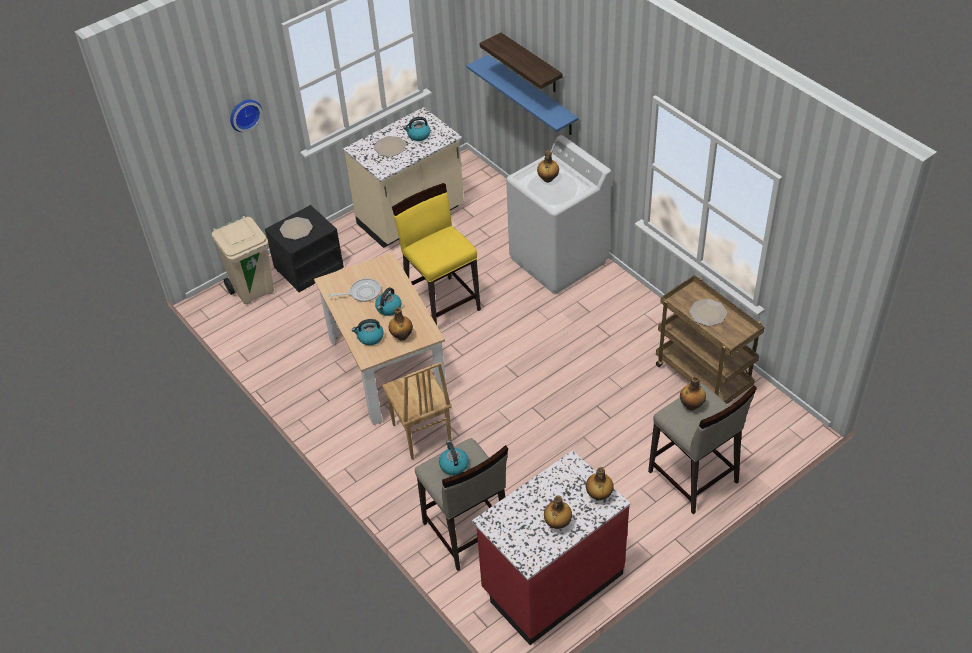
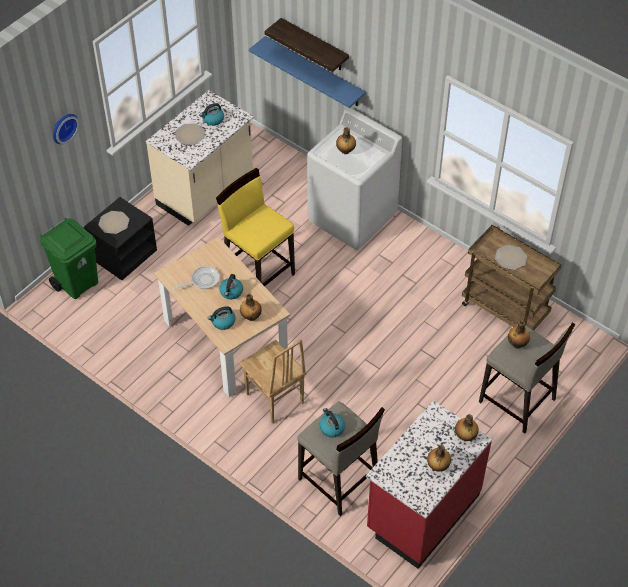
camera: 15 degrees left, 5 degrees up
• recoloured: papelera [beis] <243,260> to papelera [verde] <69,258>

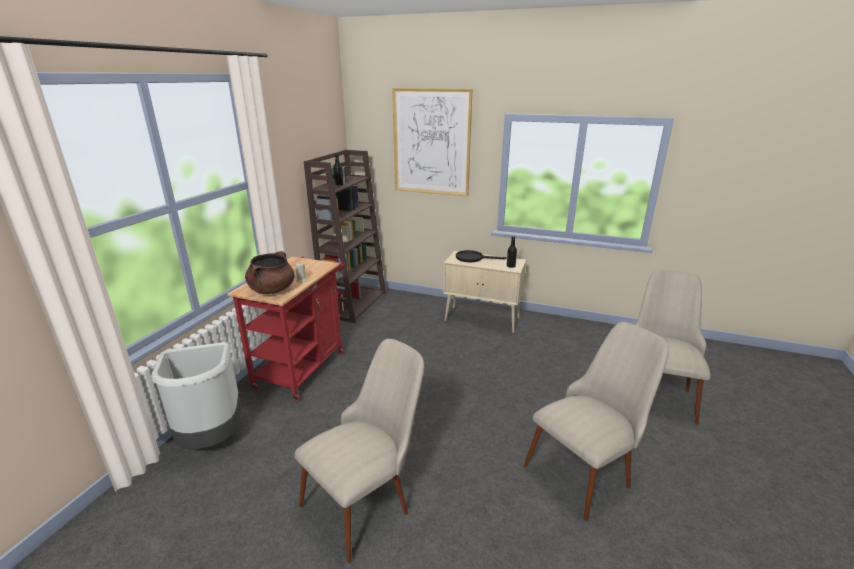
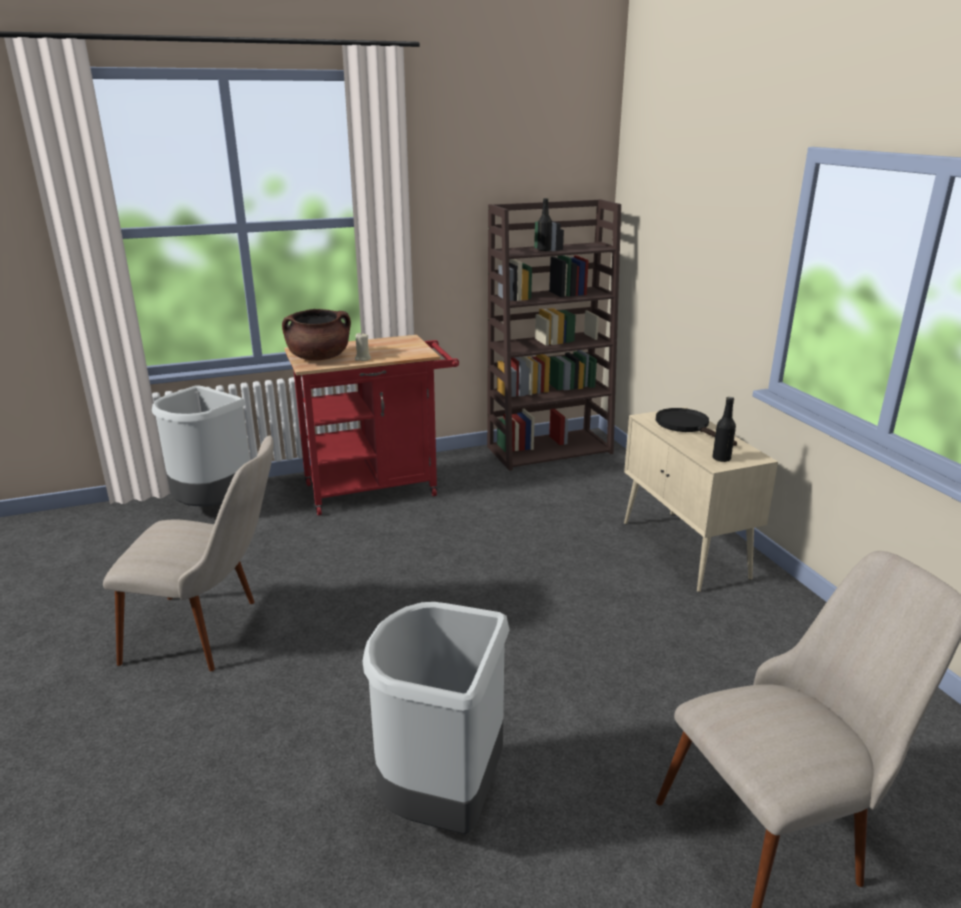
camera: 50 degrees right, 0 degrees up
• removed: cuadro <432,142>
• replaced: silla [beis] <596,421> to papelera [gris] <436,718>

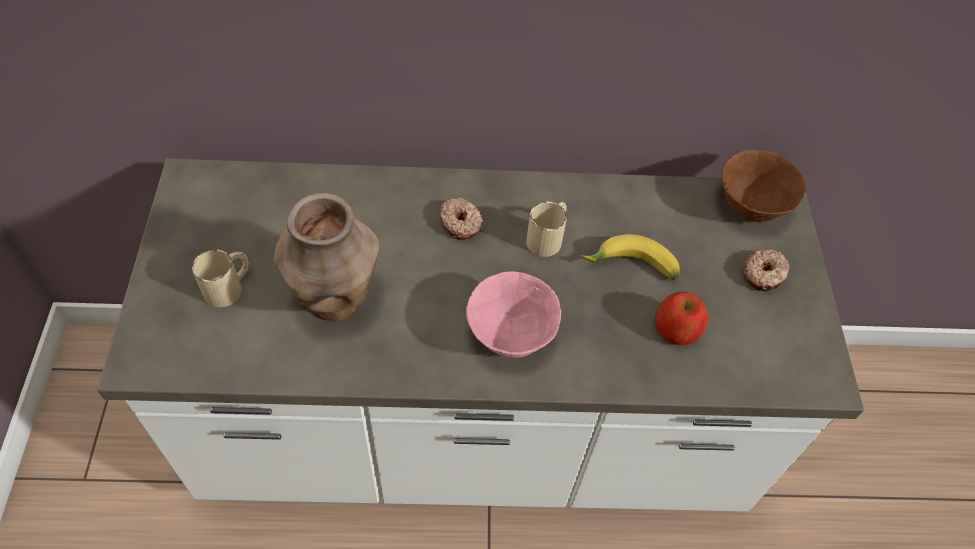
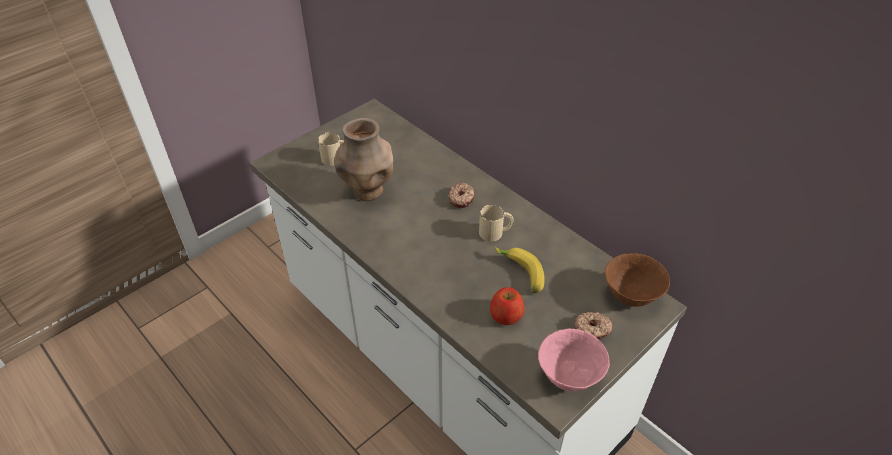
camera: 50 degrees right, 10 degrees down
• moved: cuenco [rosa] <513,314> to <574,359>

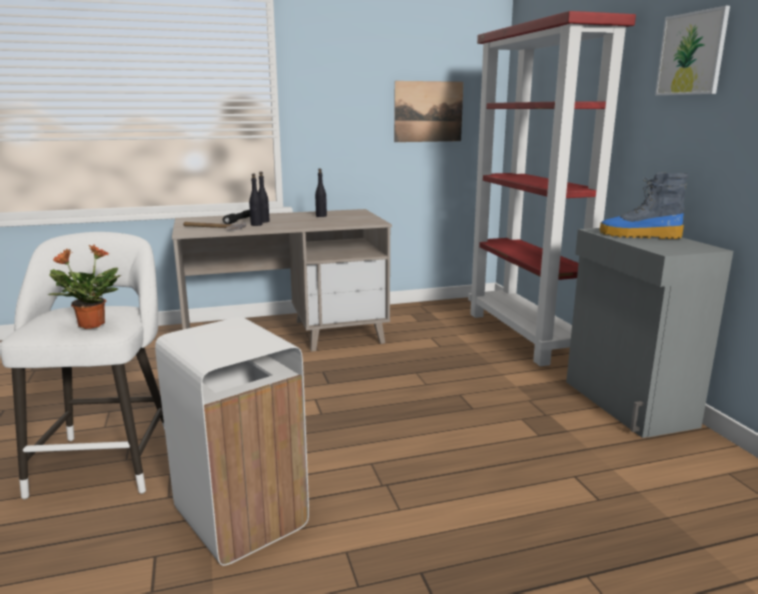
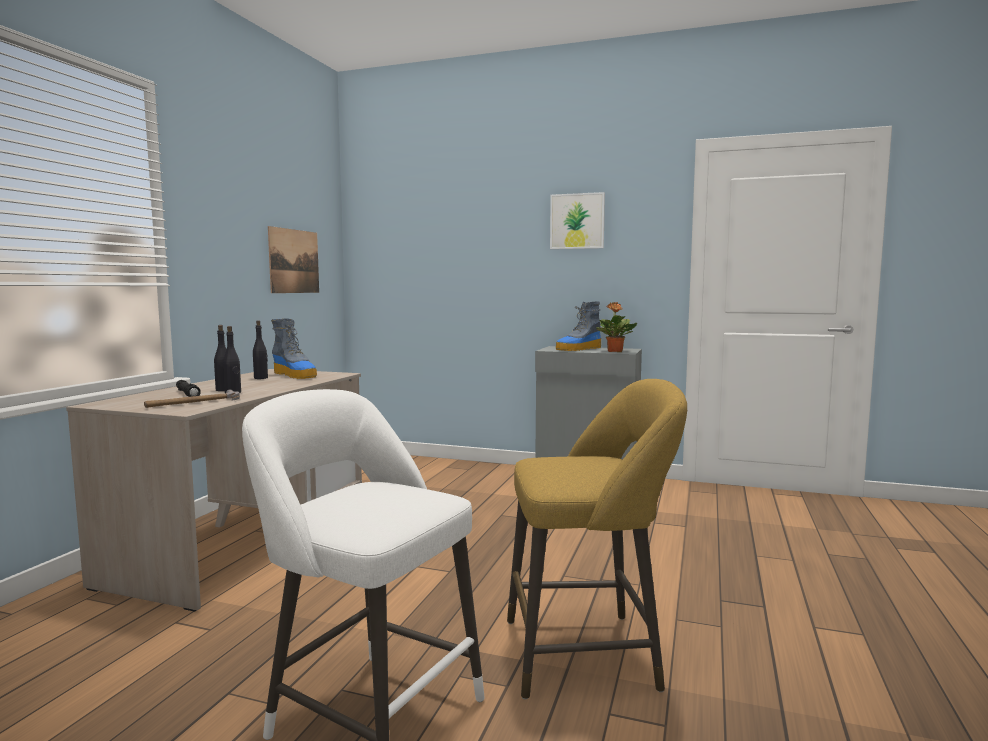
camera: 55 degrees left, 10 degrees down
• moved: planta en maceta <84,287> to <616,327>
• replaced: papelera [blanco] <232,441> to taburete [amarillo] <597,539>
• removed: estantería [rojo] <552,188>
• added: bota <294,348>

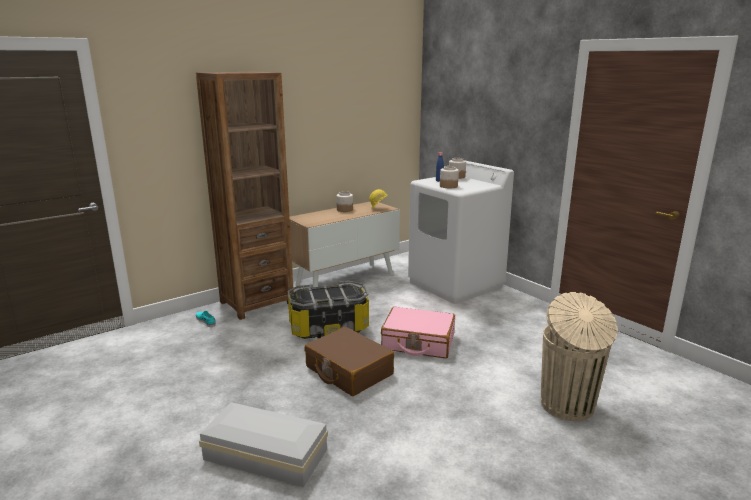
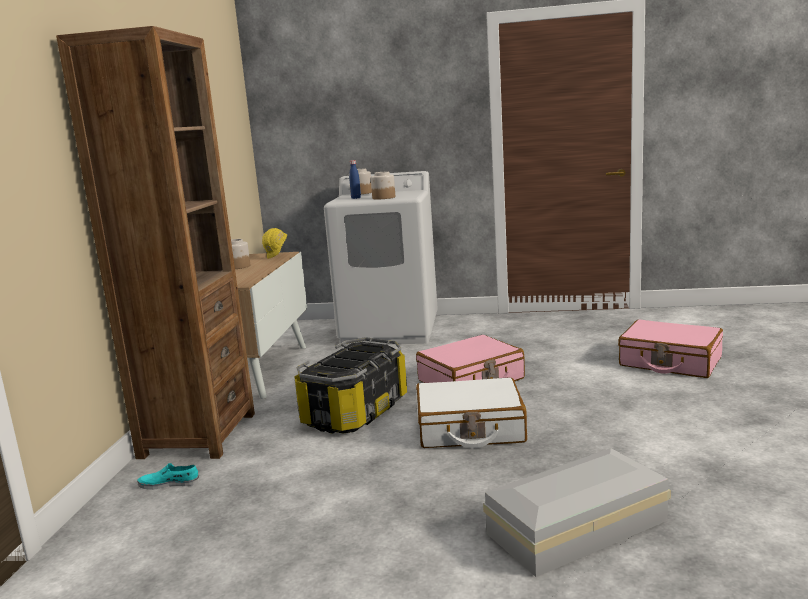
camera: 45 degrees left, 5 degrees down
• recoloured: maleta [marrón] <349,361> to maleta [blanco] <471,412>
• replaced: papelera [beis] <579,356> to maleta [rosa] <670,348>

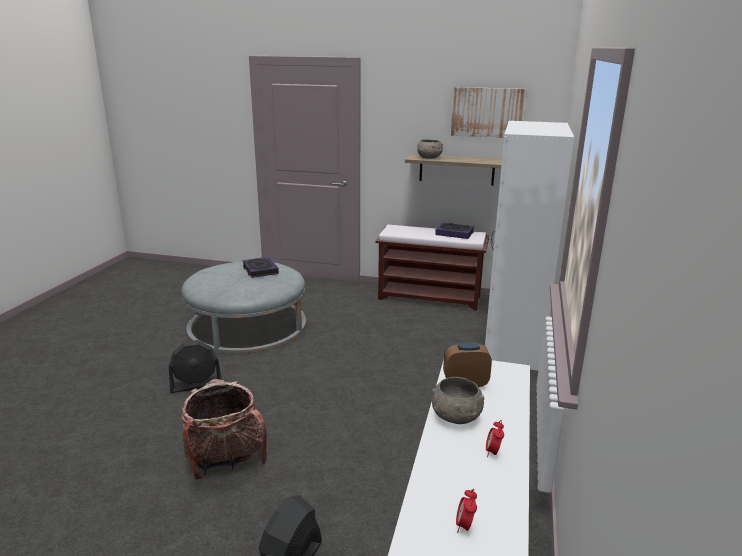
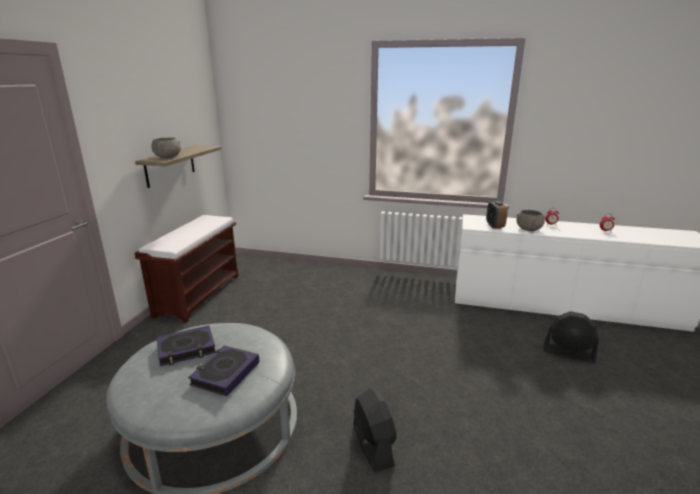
camera: 90 degrees left, 0 degrees up
• removed: mochila <224,429>
• moved: libro <454,231> to <223,370>
• removed: cuadro <489,112>
• removed: armario ropero [blanco] <529,246>

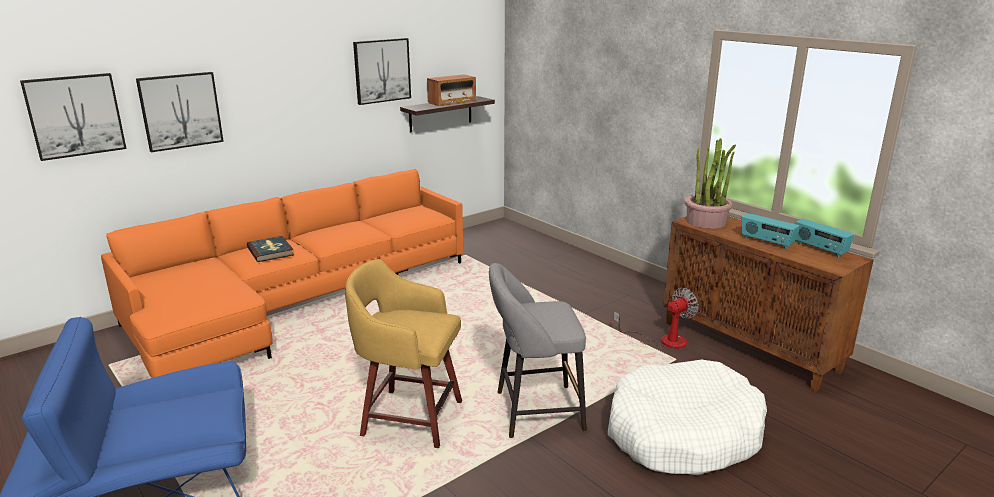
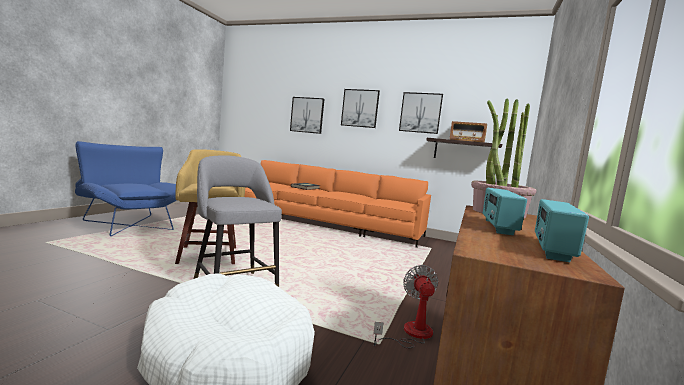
camera: 60 degrees right, 15 degrees down
• moved: cuadro <73,117> to <360,108>
• turned: ventilador <656,318> = <405,307> 120 degrees counterclockwise

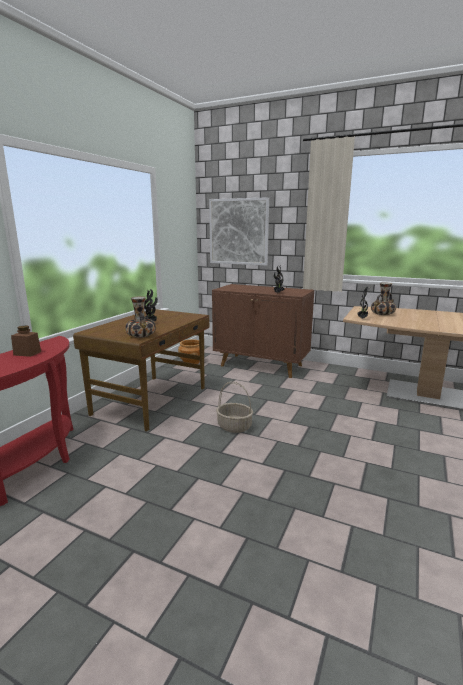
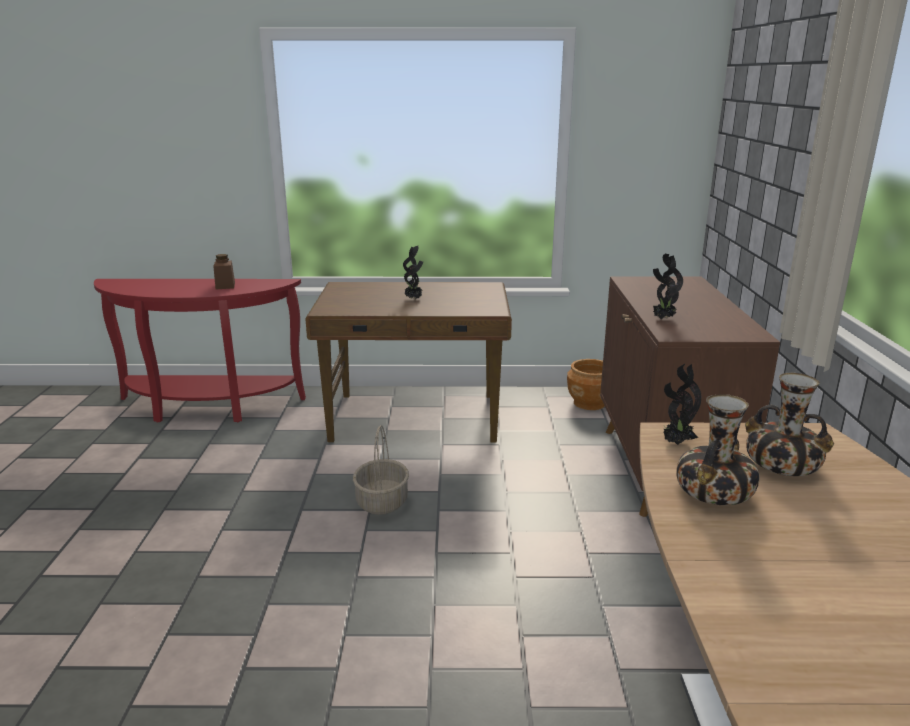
camera: 65 degrees right, 5 degrees up
• moved: florero <140,317> to <718,449>
• removed: cuadro <239,231>

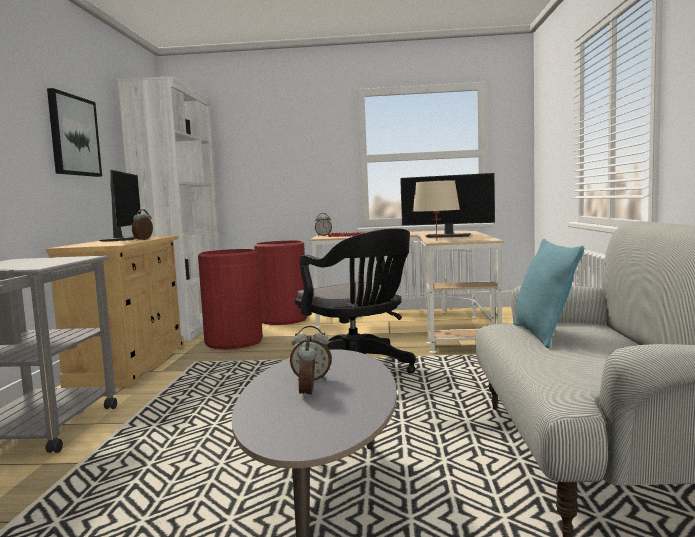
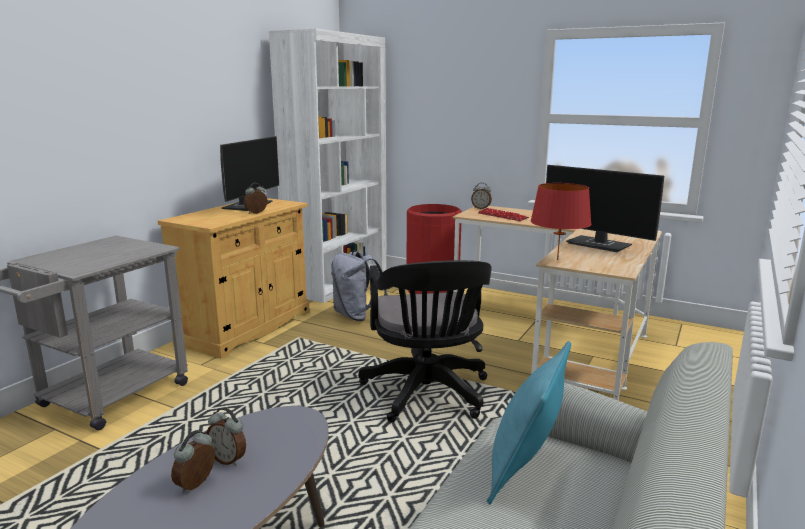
camera: 25 degrees right, 10 degrees up
• removed: cuadro <74,132>
• replaced: papelera [rojo] <230,299> to mochila [gris] <359,286>
• recoloured: lámpara de mesa [beis] <436,210> to lámpara de mesa [rojo] <561,221>

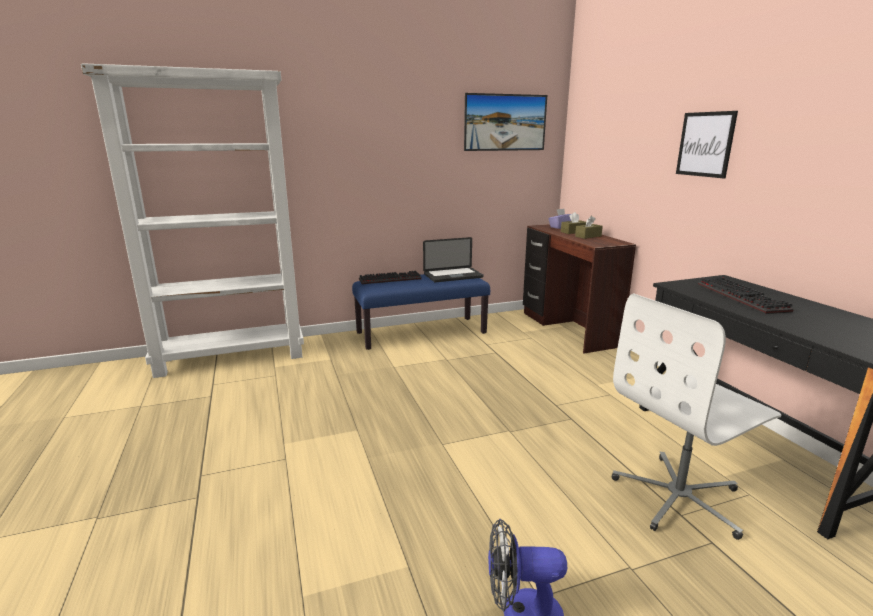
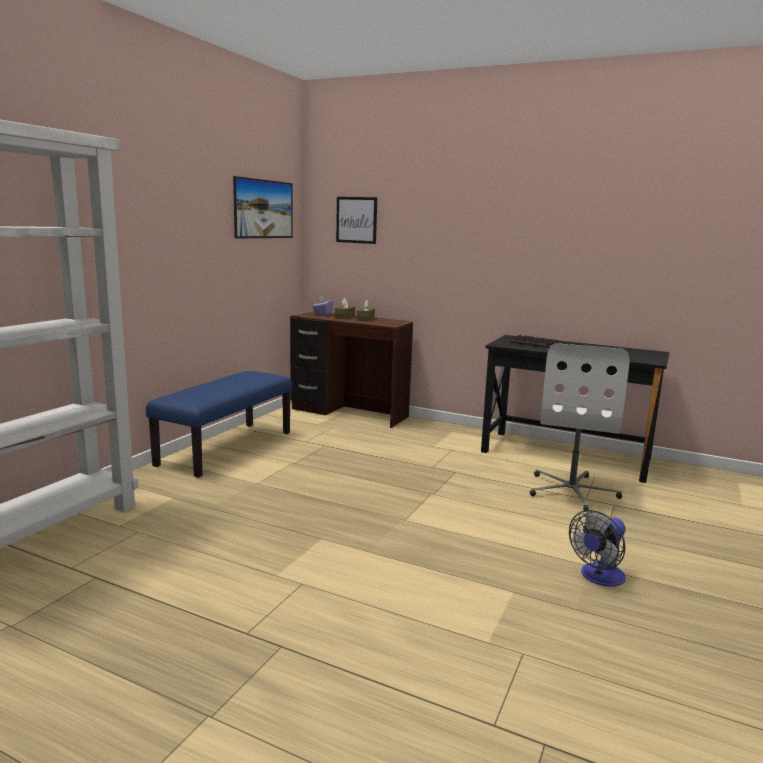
camera: 45 degrees left, 5 degrees down
• removed: teclado <390,277>
• removed: portátil <453,259>
• moved: cuadro <707,144> to <356,220>

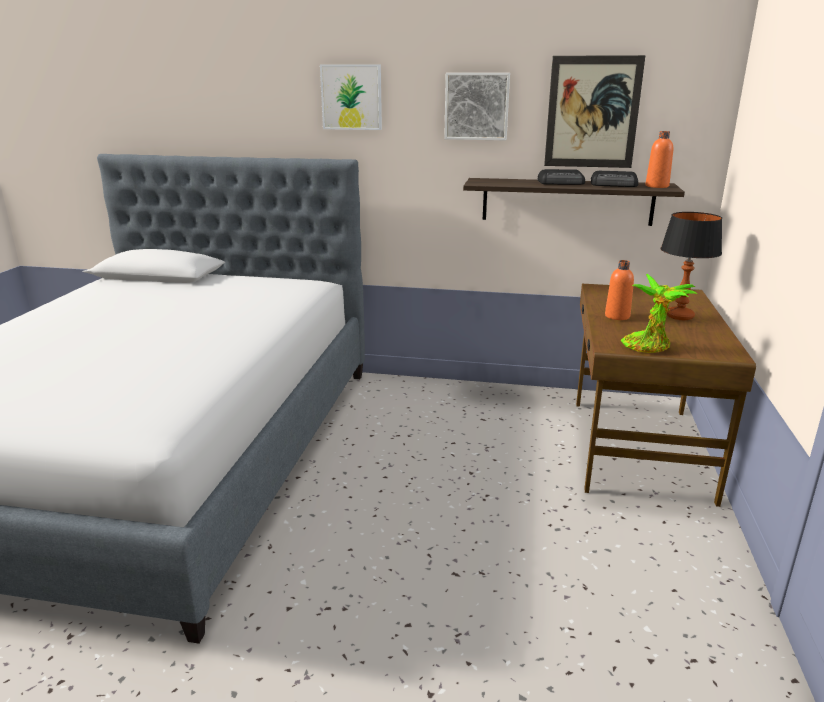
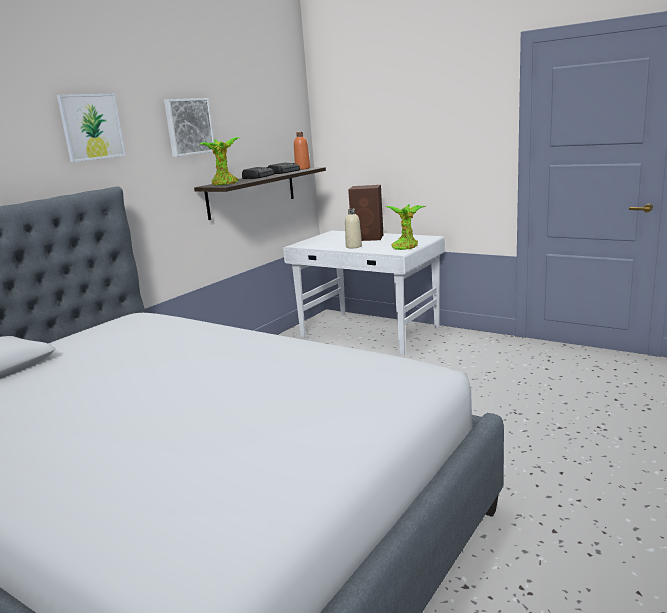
camera: 65 degrees left, 5 degrees down
• removed: cuadro <595,111>
• recoloured: escritorio [marrón] <666,395> to escritorio [blanco] <364,293>
• recoloured: botella [naranja] <619,290> to botella [beis] <353,228>
• replaced: lámpara de mesa <691,266> to altavoz [marrón] <365,213>
• added: planta en maceta <219,161>

